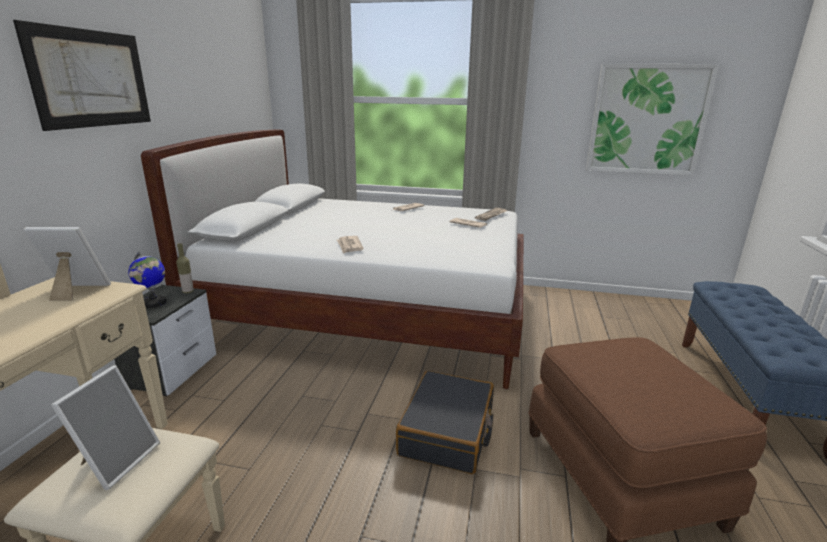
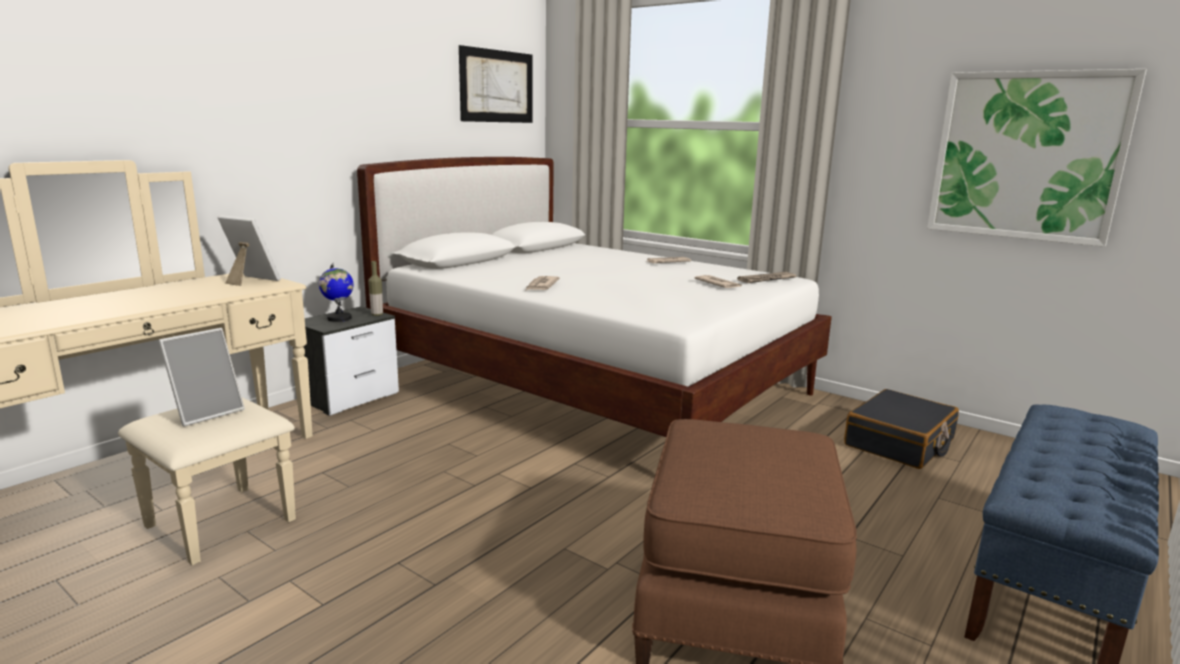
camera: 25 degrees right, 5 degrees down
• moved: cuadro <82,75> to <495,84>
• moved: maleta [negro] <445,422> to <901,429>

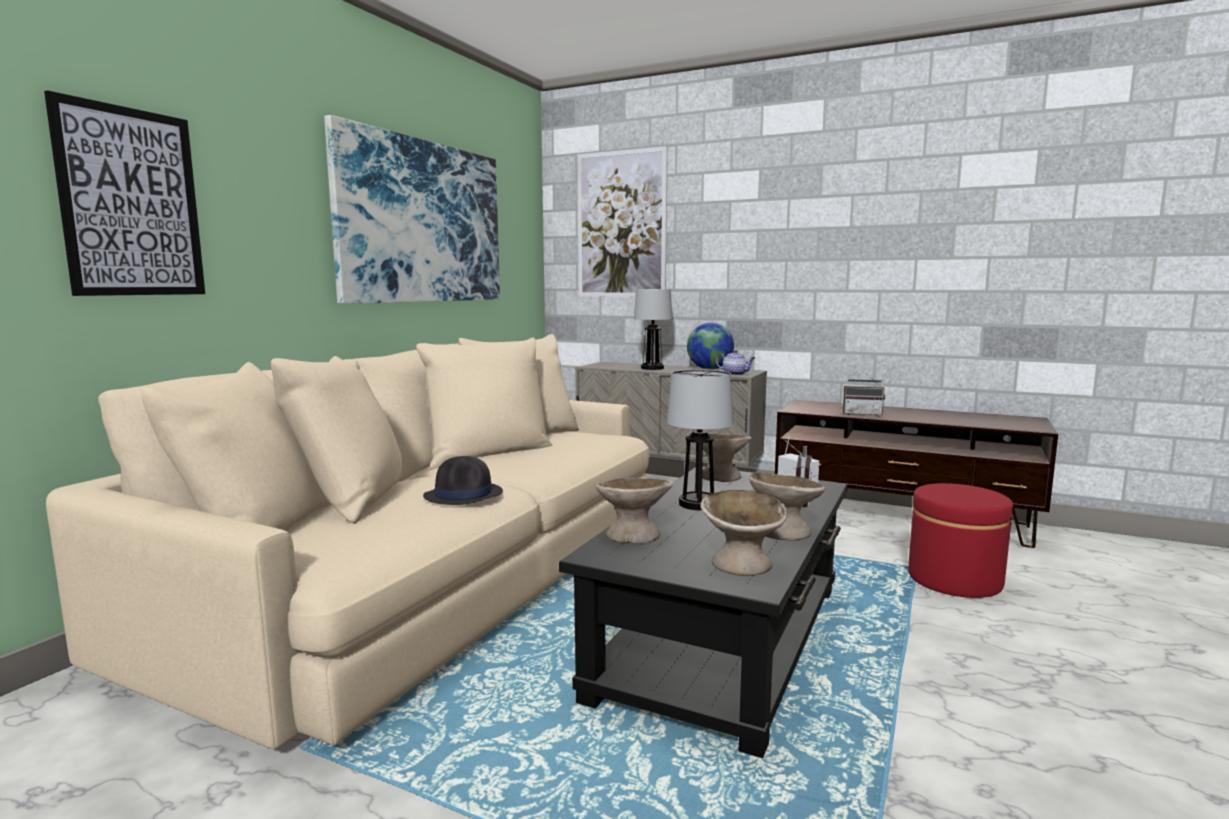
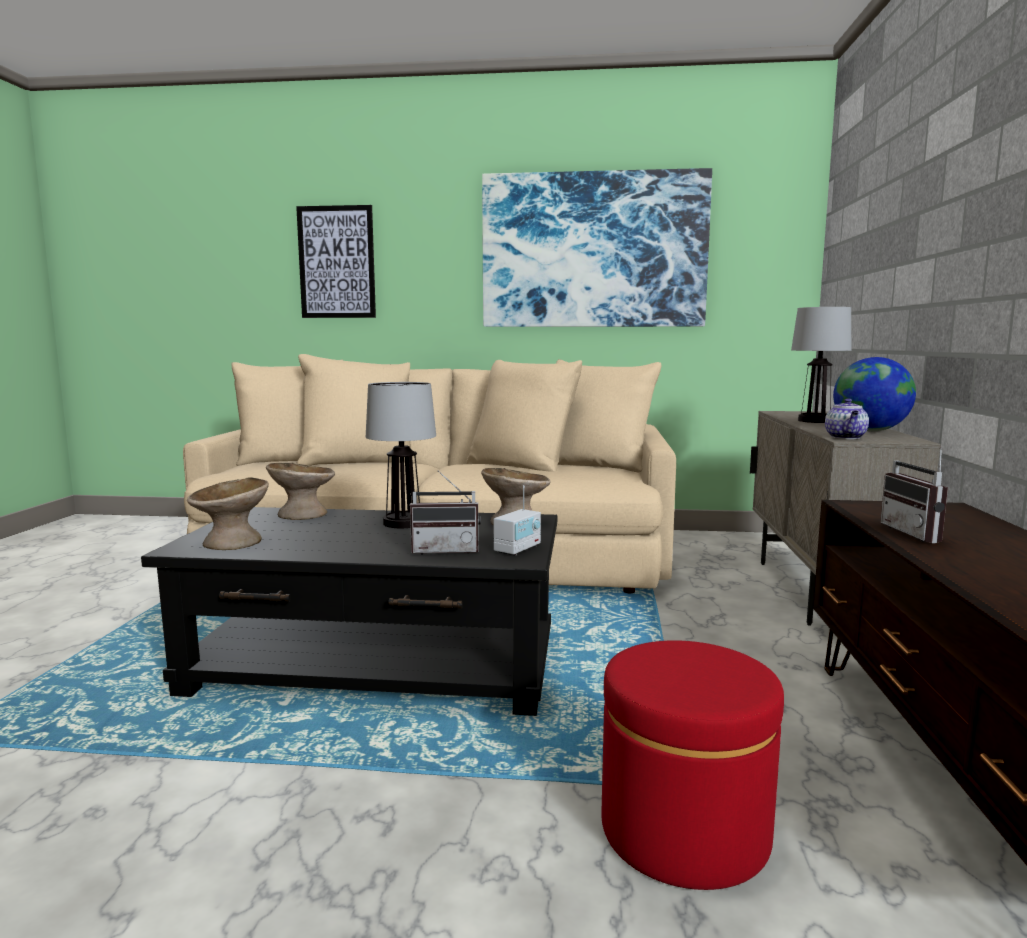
camera: 70 degrees right, 0 degrees up
• removed: sombrero [negro] <463,480>
• removed: cuadro <623,221>
• removed: cuenco [beis] <787,506>

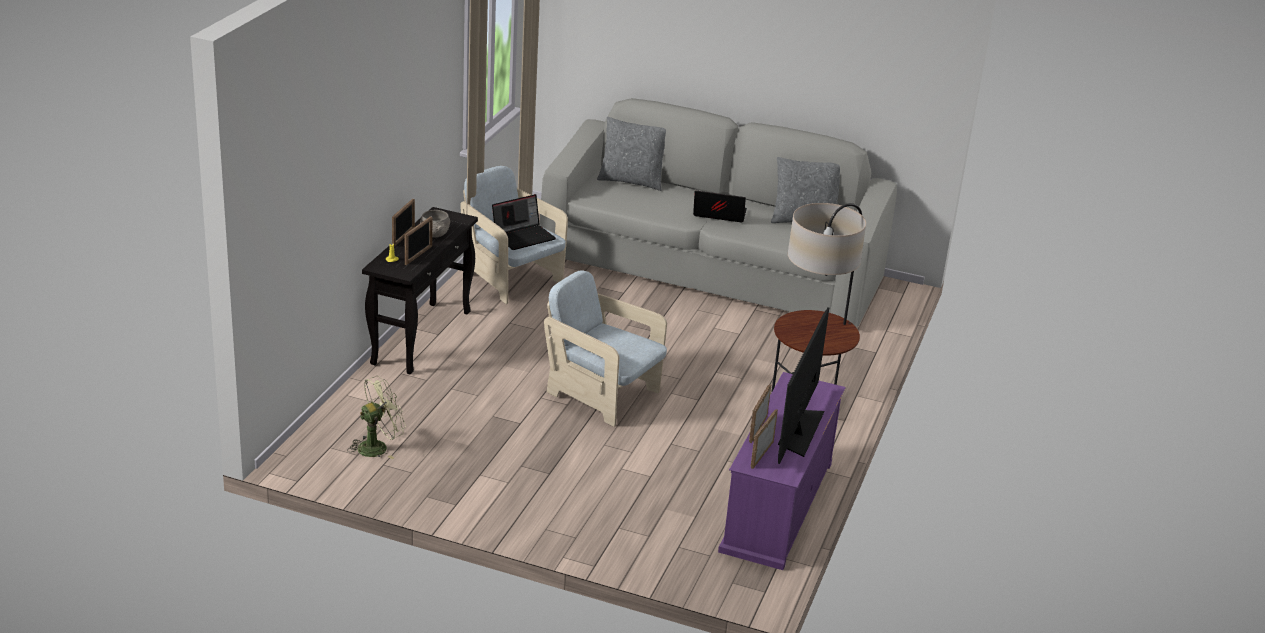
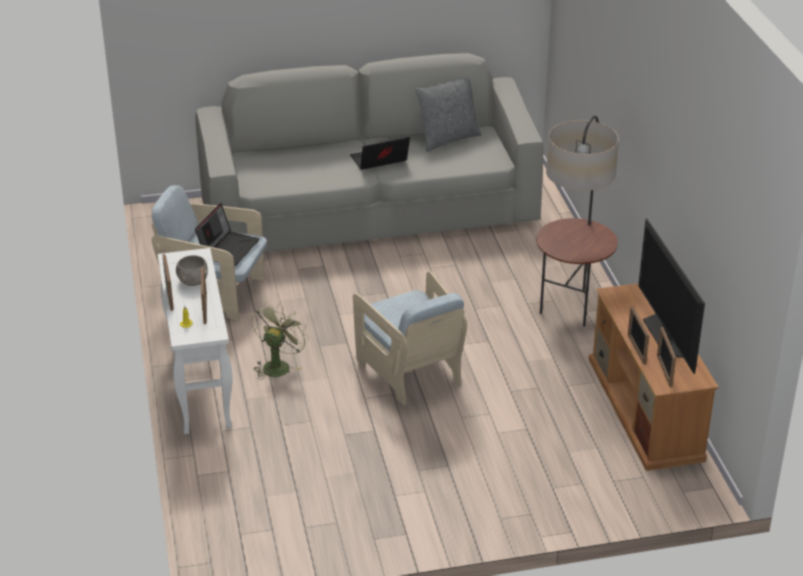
camera: 30 degrees left, 5 degrees up
• moved: ventilador [verde] <376,417> to <280,341>
• recoloured: mesa consola [negro] <420,291> to mesa consola [blanco] <195,341>
• turned: sillón [beis] <605,349> = <410,338> 120 degrees counterclockwise
• removed: cojín [gris] <631,154>
• recoloured: mueble de televisión [morado] <782,471> to mueble de televisión [marrón] <654,377>

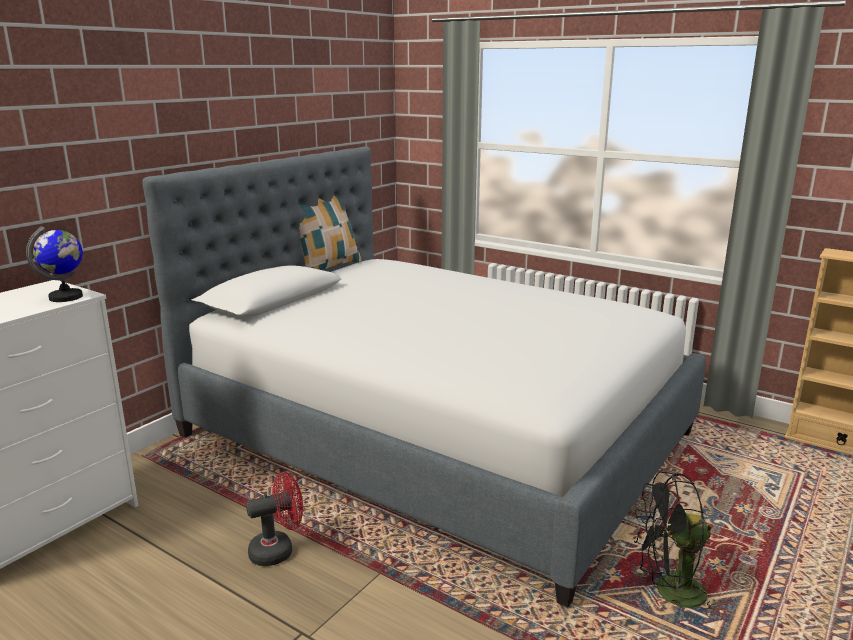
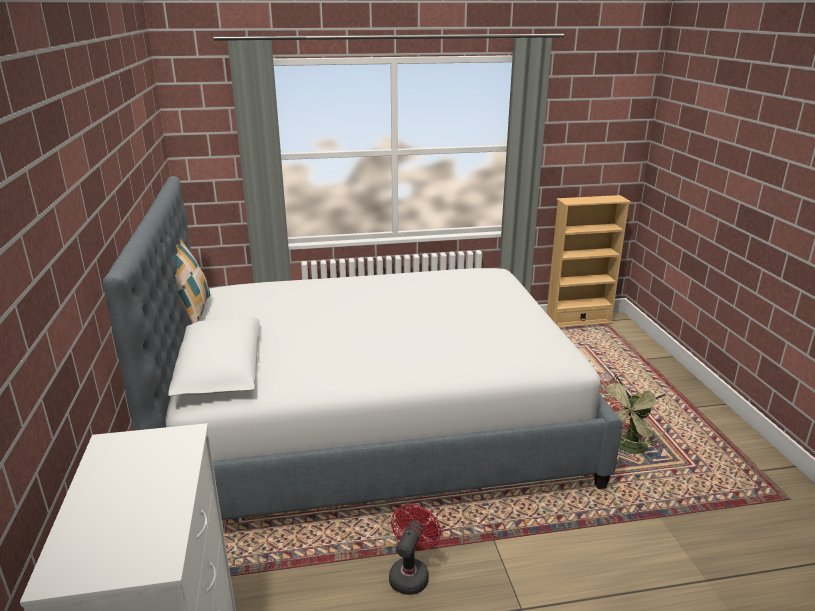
camera: 45 degrees left, 5 degrees up
• removed: globo terráqueo <54,264>
• recoloured: ventilador [negro] <677,546> to ventilador [verde] <635,414>

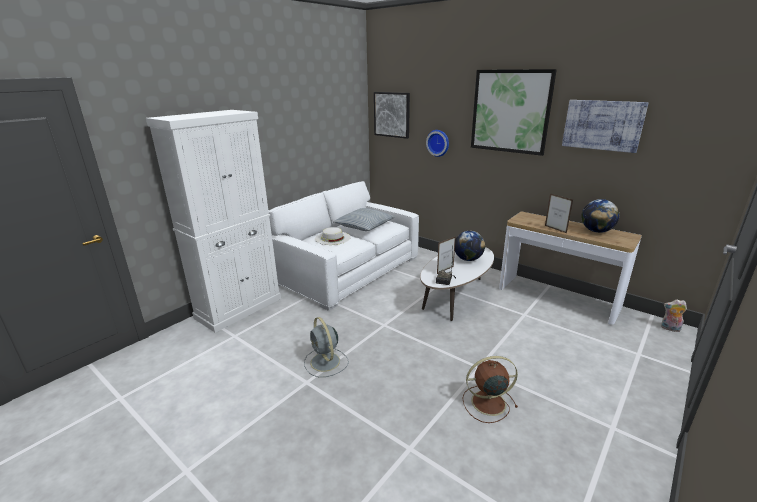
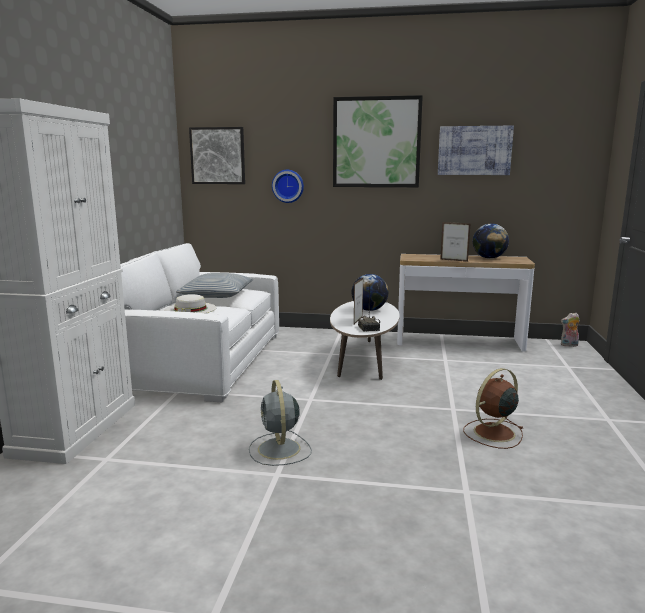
camera: 30 degrees left, 10 degrees down
• turned: ventilador [gris] <326,347> = <280,423> 45 degrees clockwise

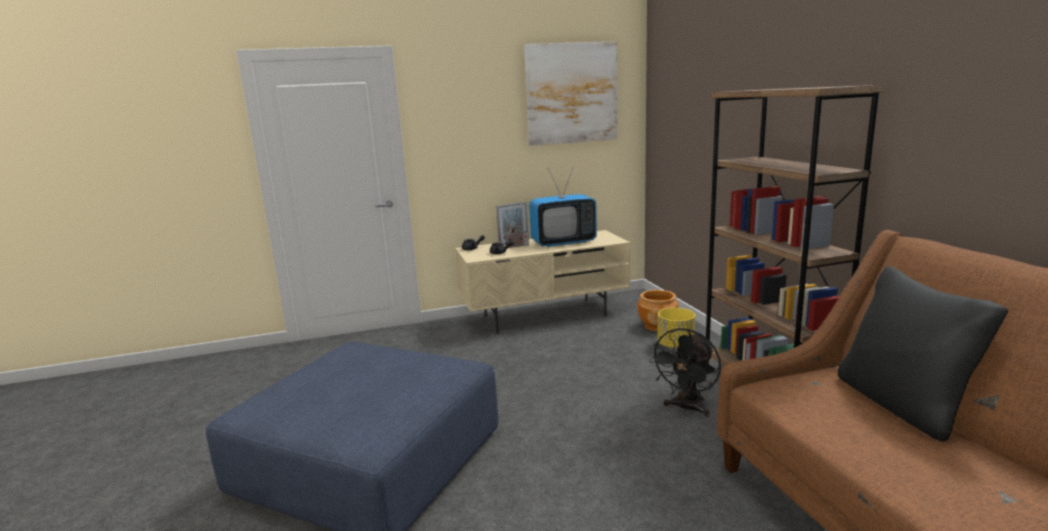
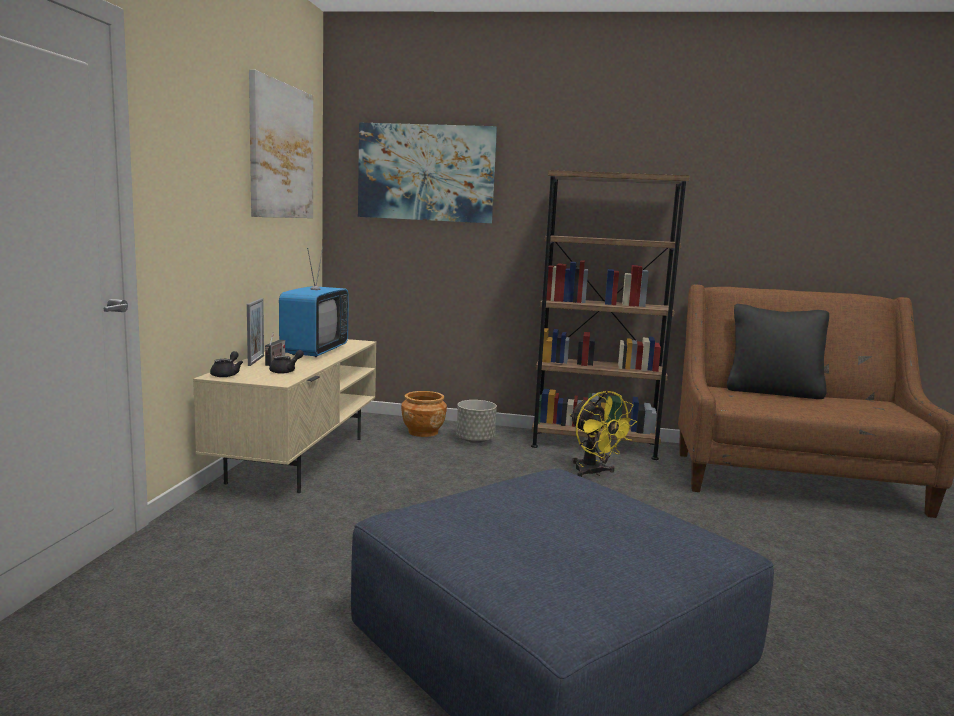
camera: 65 degrees left, 5 degrees down
• recoloured: ventilador [negro] <685,372> to ventilador [amarillo] <603,433>
• recoloured: maceta [amarillo] <676,328> to maceta [gris] <476,421>
• added: cuadro <427,173>

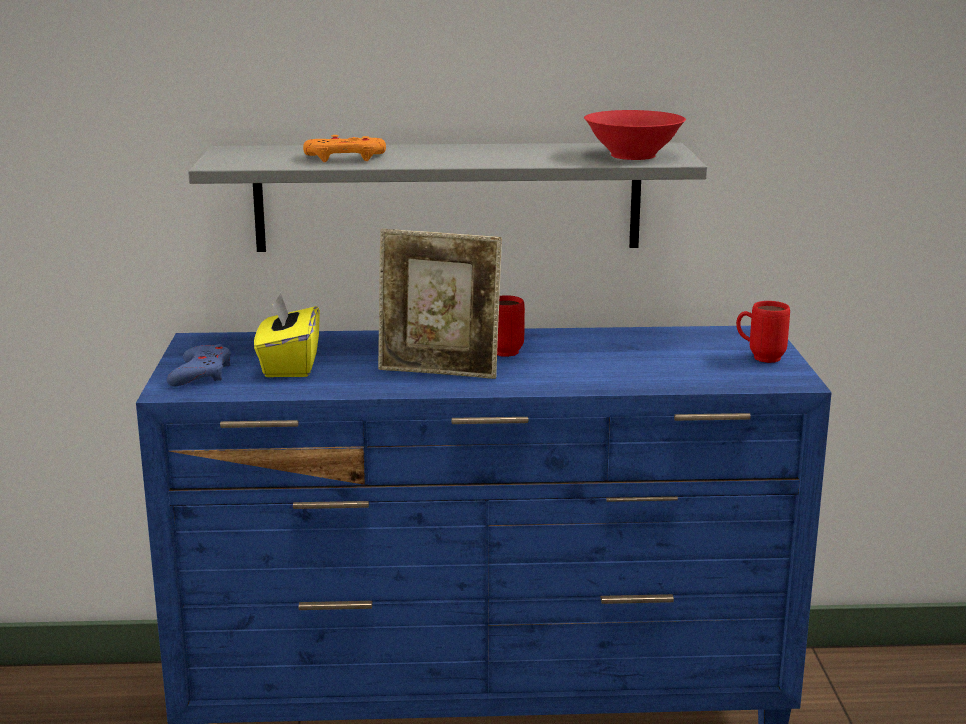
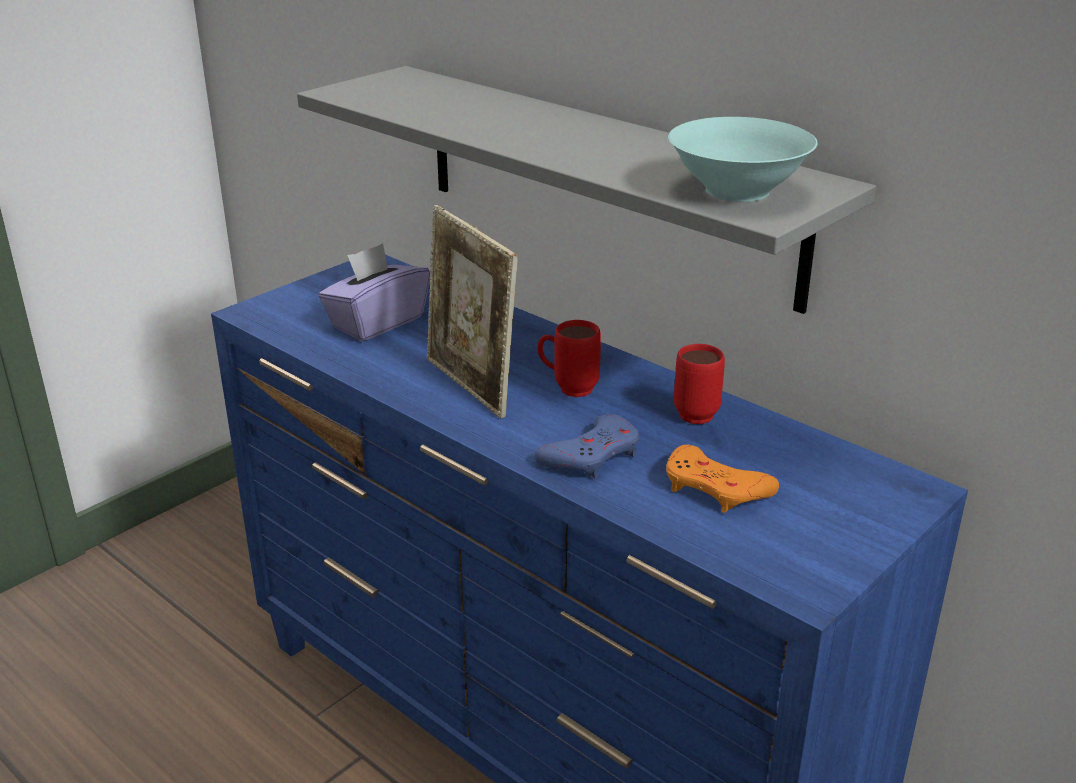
camera: 45 degrees right, 10 degrees up
• moved: mando de consola [azul] <199,365> to <586,446>
• recoloured: caja de pañuelos [amarillo] <287,335> to caja de pañuelos [morado] <374,292>
• moved: mando de consola [naranja] <344,148> to <722,478>
• recoloured: cuenco [rojo] <635,135> to cuenco [turquesa] <743,159>
• moved: taza grande [rojo] <763,332> to <699,384>

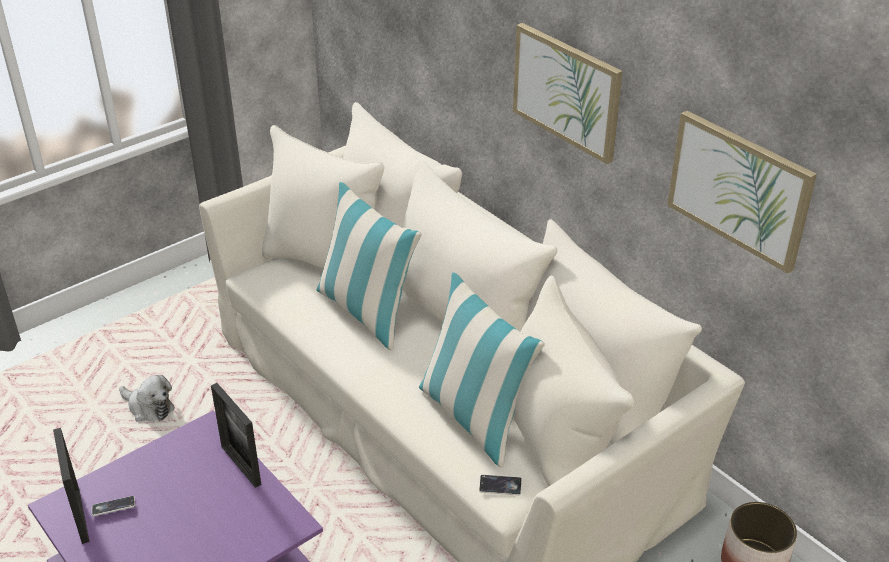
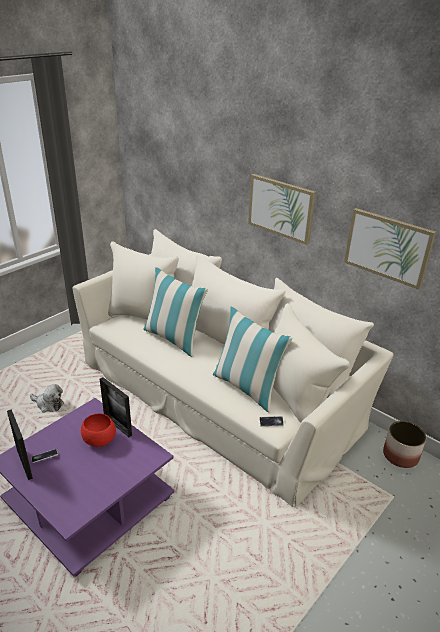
camera: 10 degrees left, 5 degrees down
• added: cuenco [rojo] <98,430>

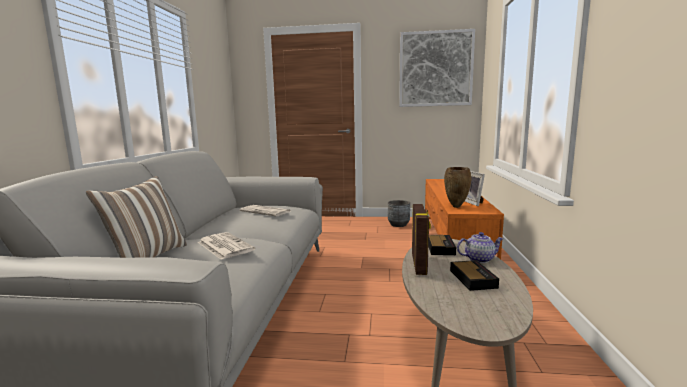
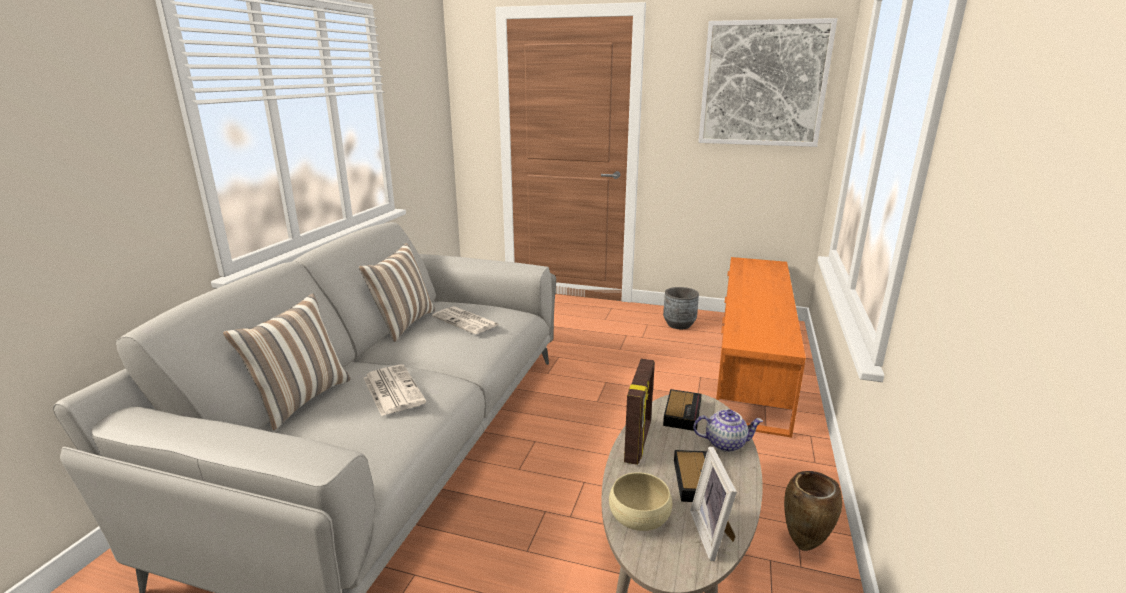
camera: 10 degrees right, 10 degrees up
• moved: florero [marrón] <457,187> to <813,511>
• moved: portarretratos <475,188> to <713,504>
• added: cojín <397,292>
• added: cuenco [beis] <640,501>

